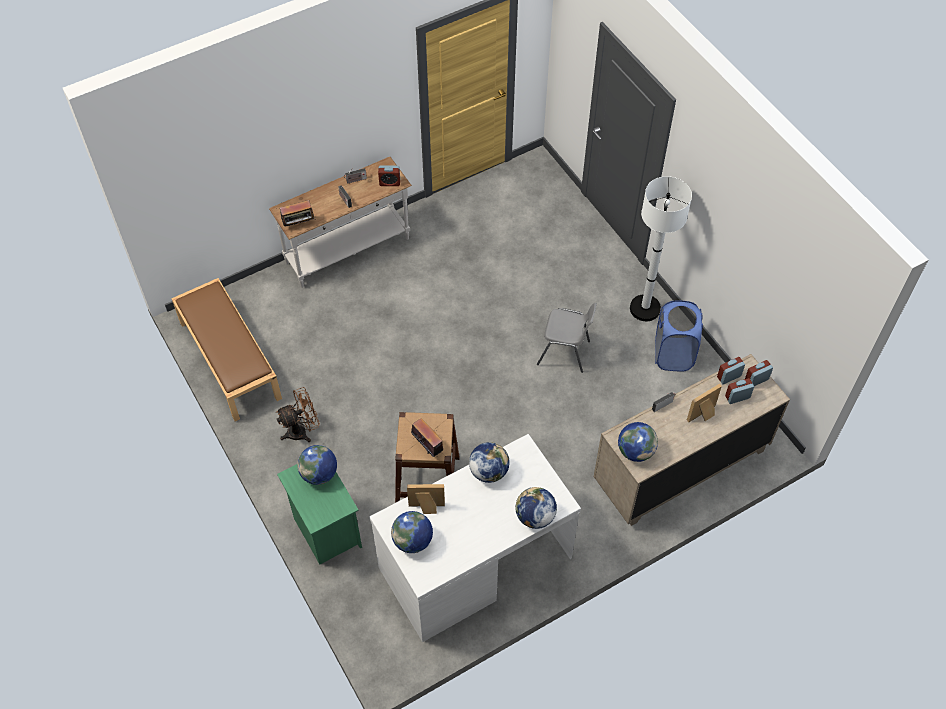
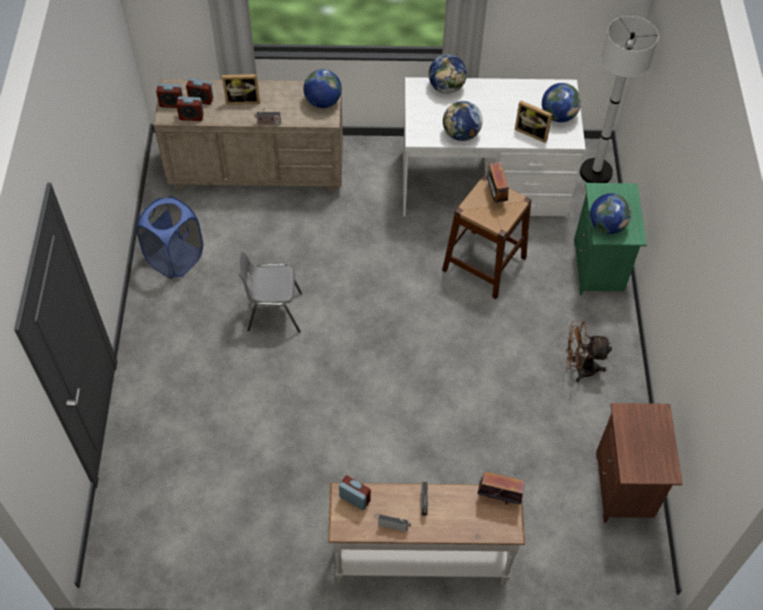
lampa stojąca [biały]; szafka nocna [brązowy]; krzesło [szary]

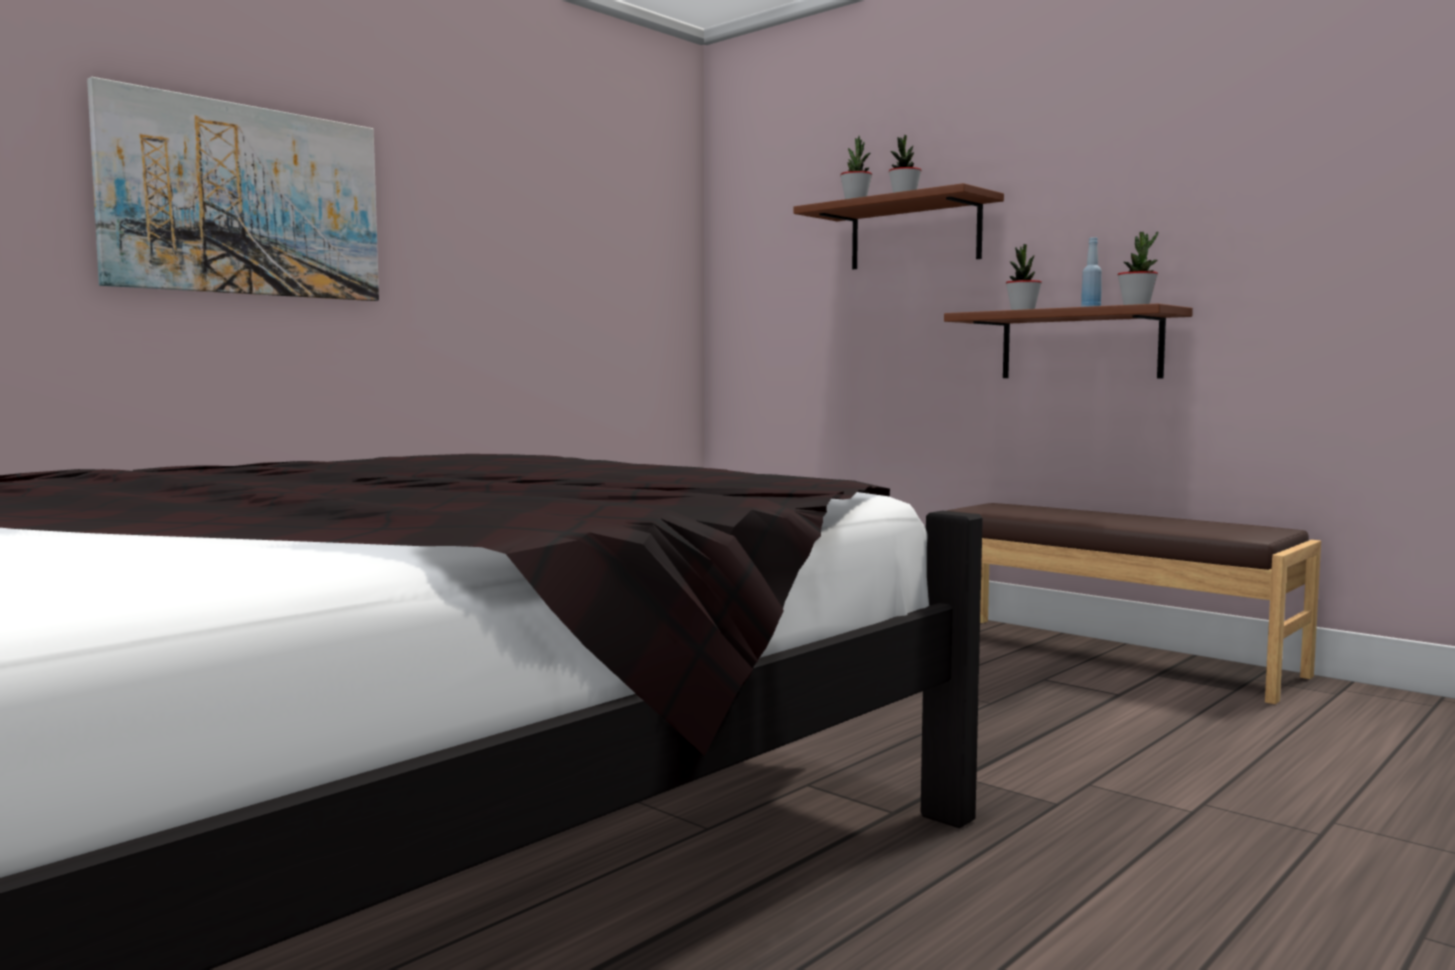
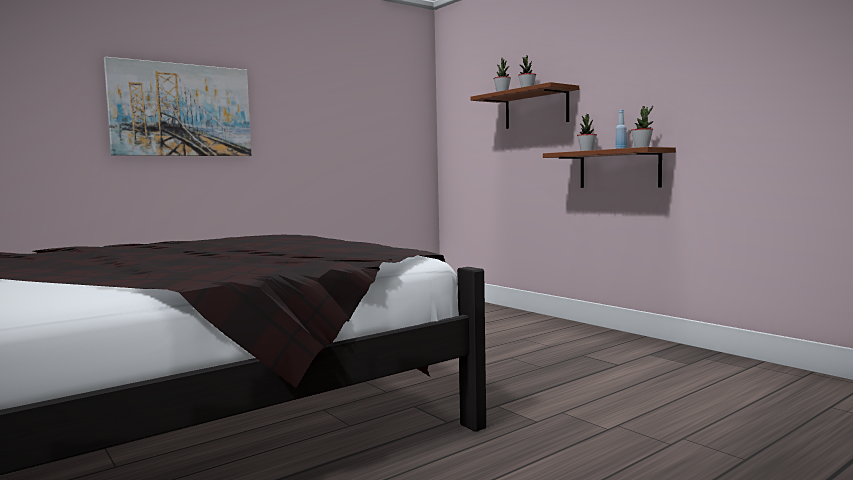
ławka [brązowy]

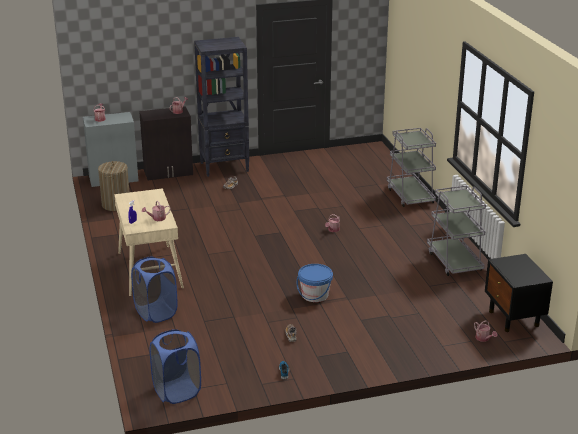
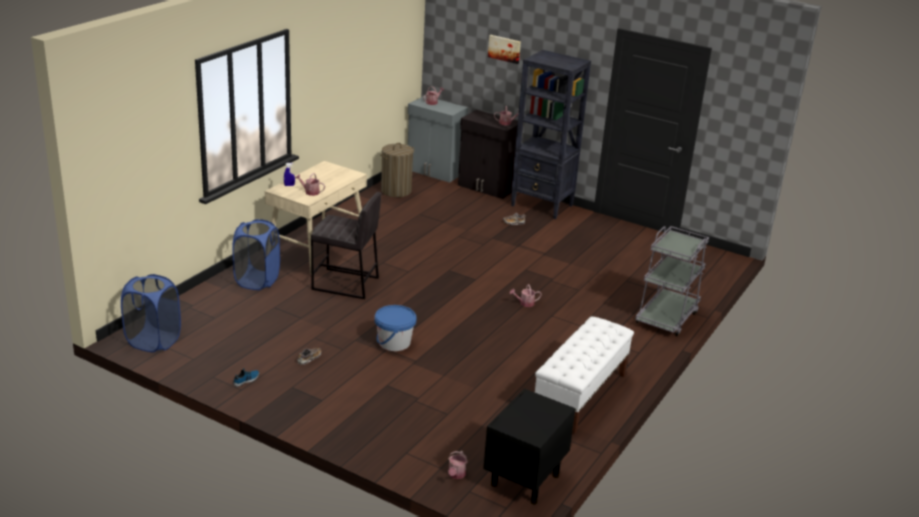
stołek [szary]; obraz; ławka [biały]

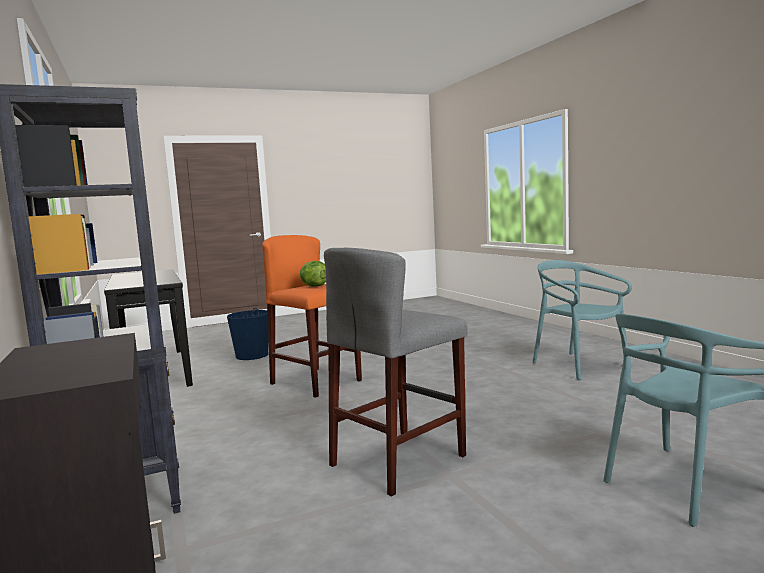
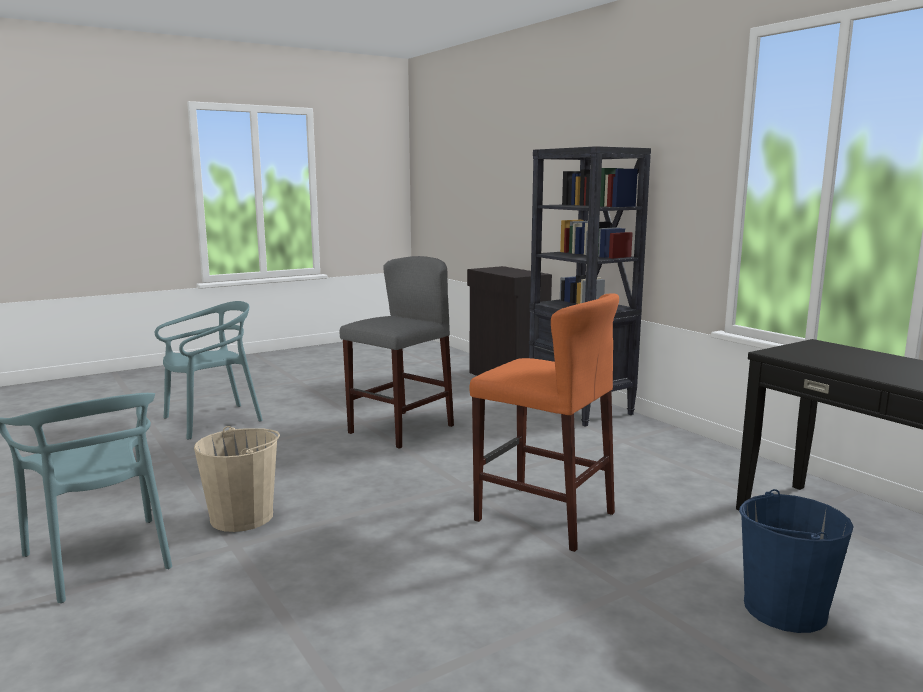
sałata; wiadro [beżowy]

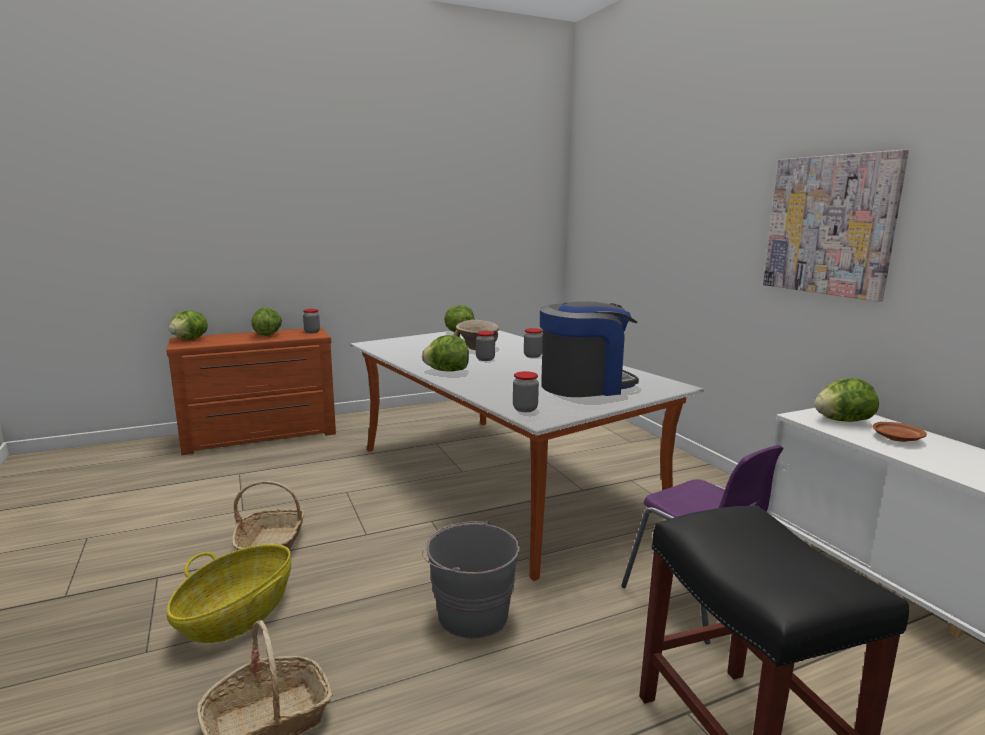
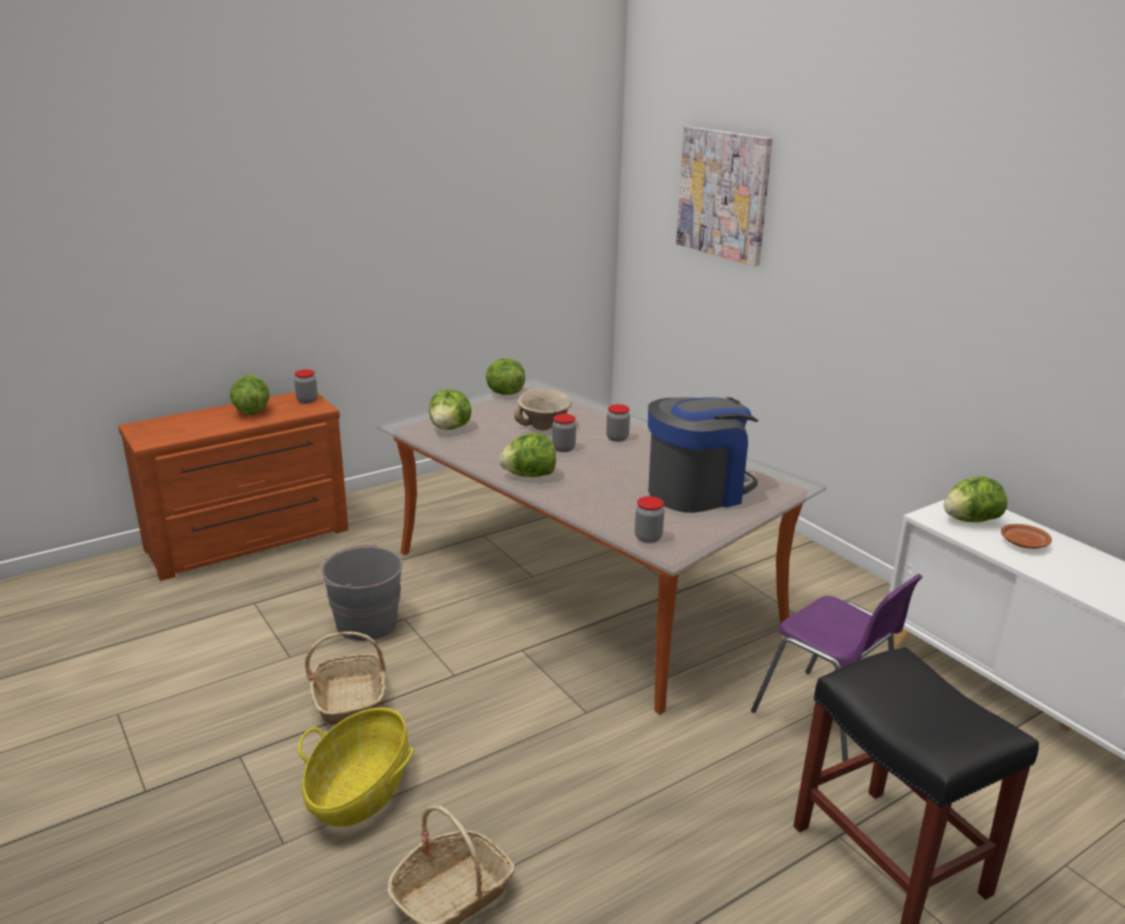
sałata (no. 2 from left); wiadro [szary]; obraz

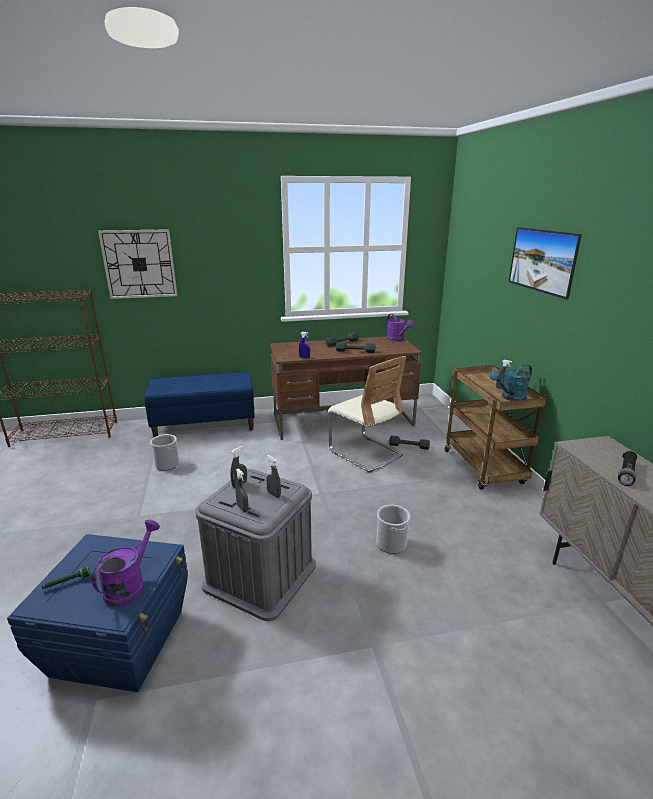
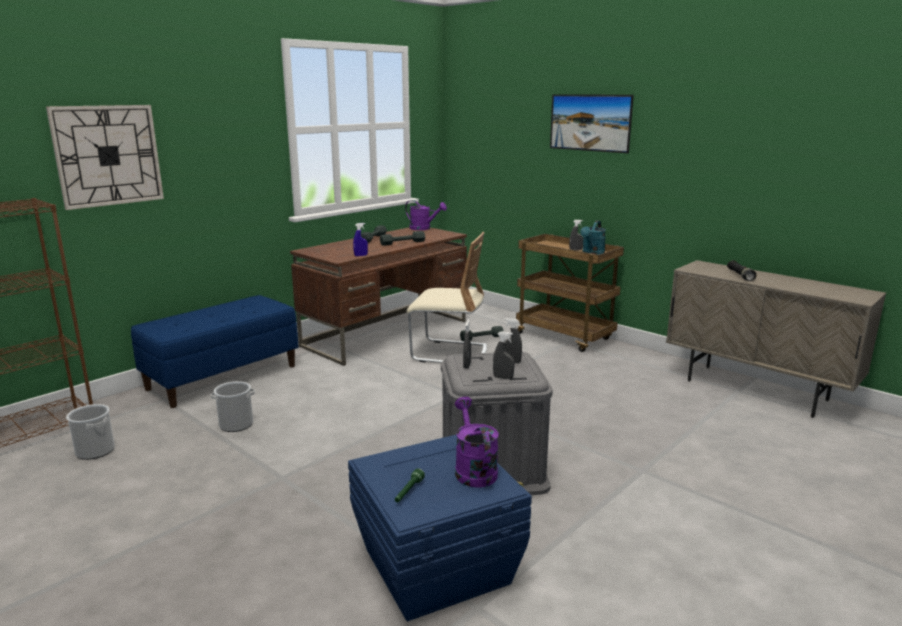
wiadro (no. 1 from left)

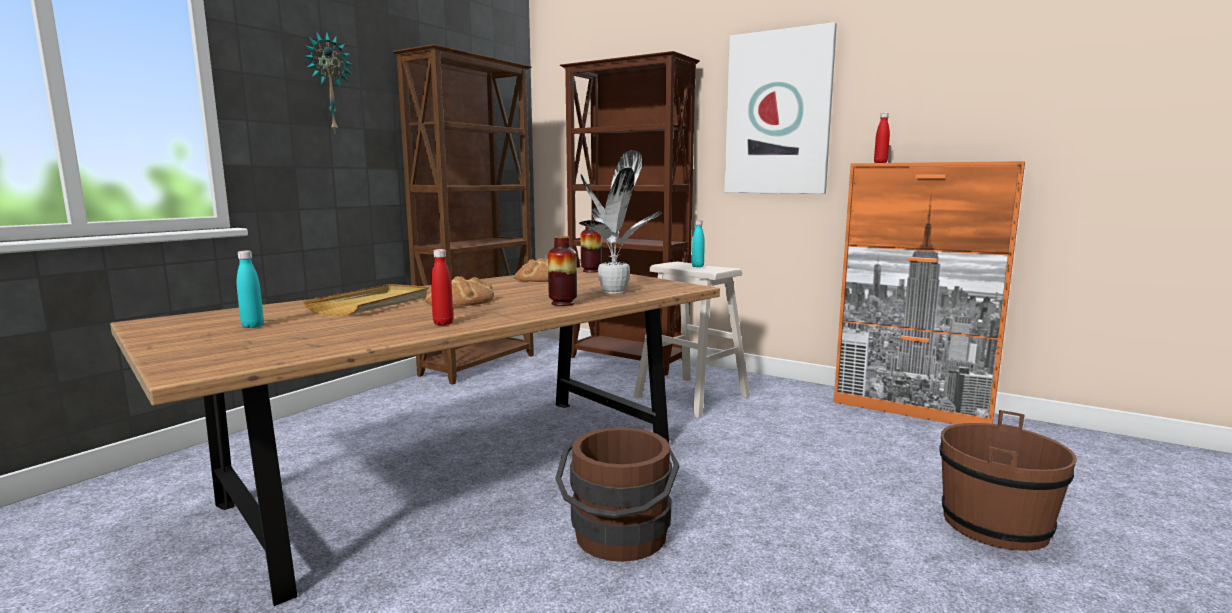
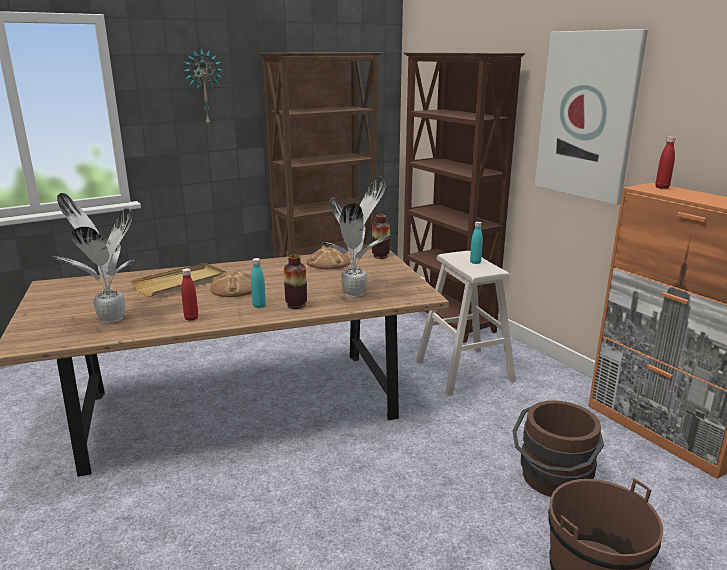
roślina doniczkowa (no. 1 from left); butelka [turkusowy] (no. 1 from left); wiadro [brązowy] (no. 1 from left)

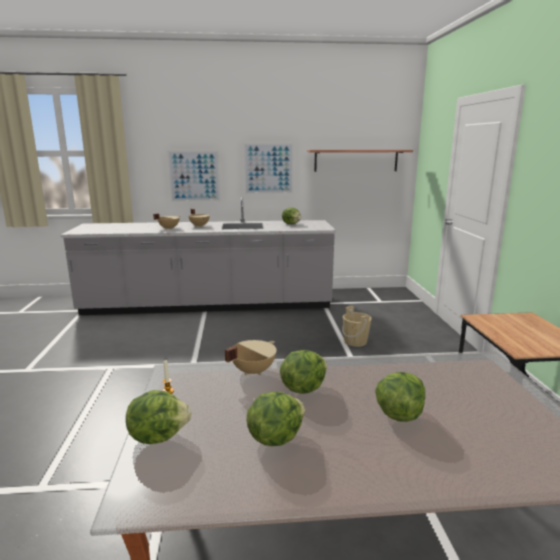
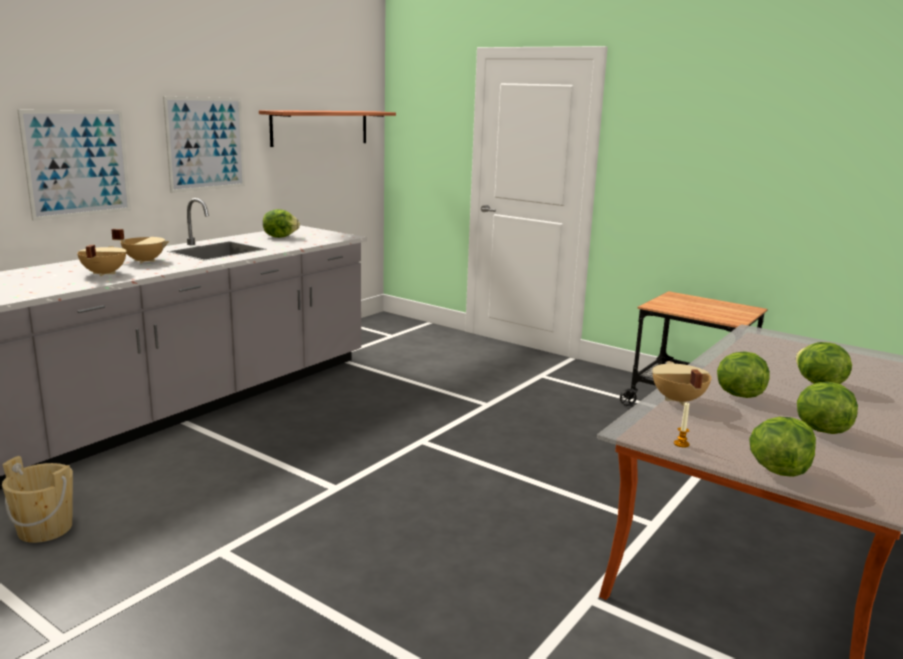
wiadro [beżowy]

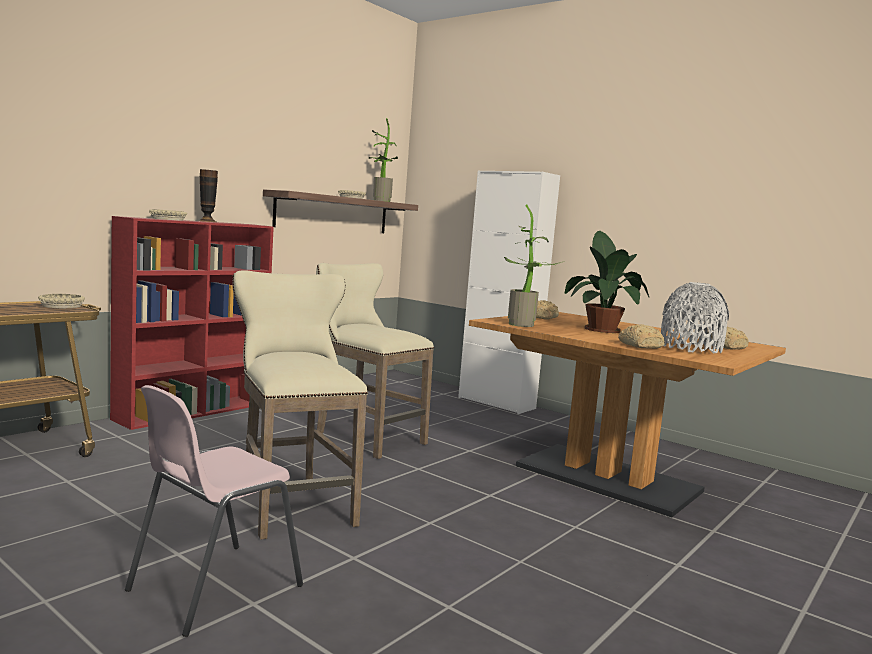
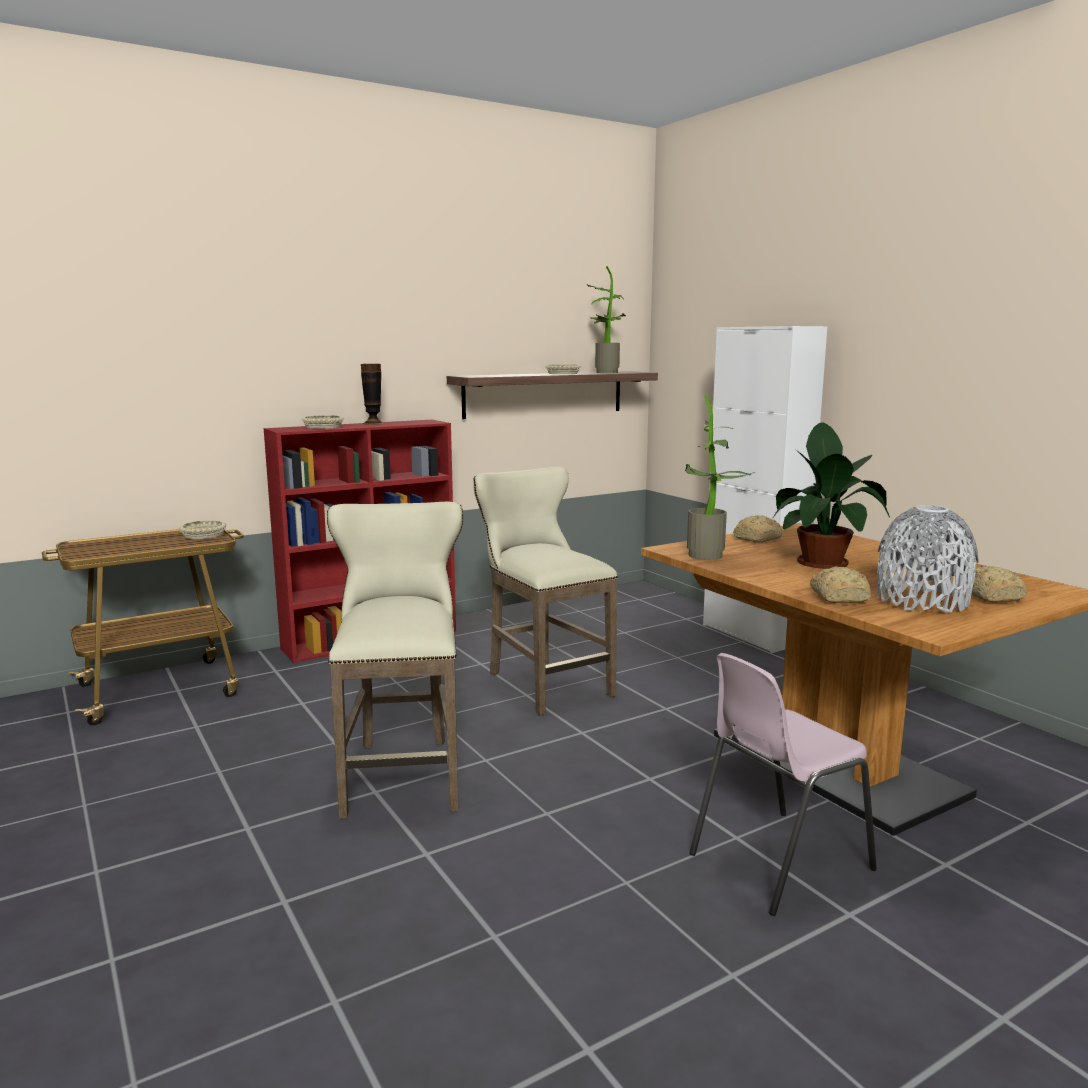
krzesło [różowy]

